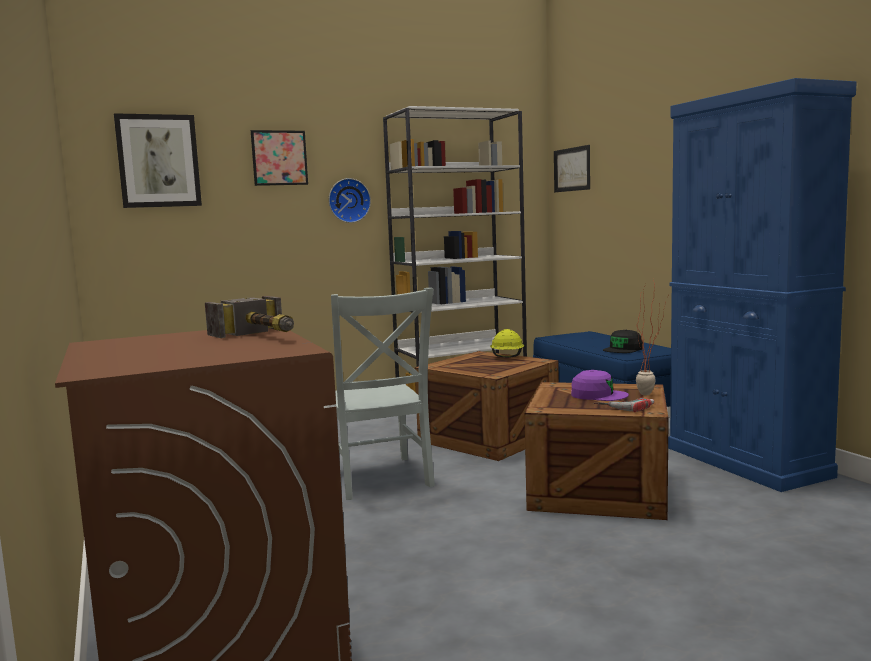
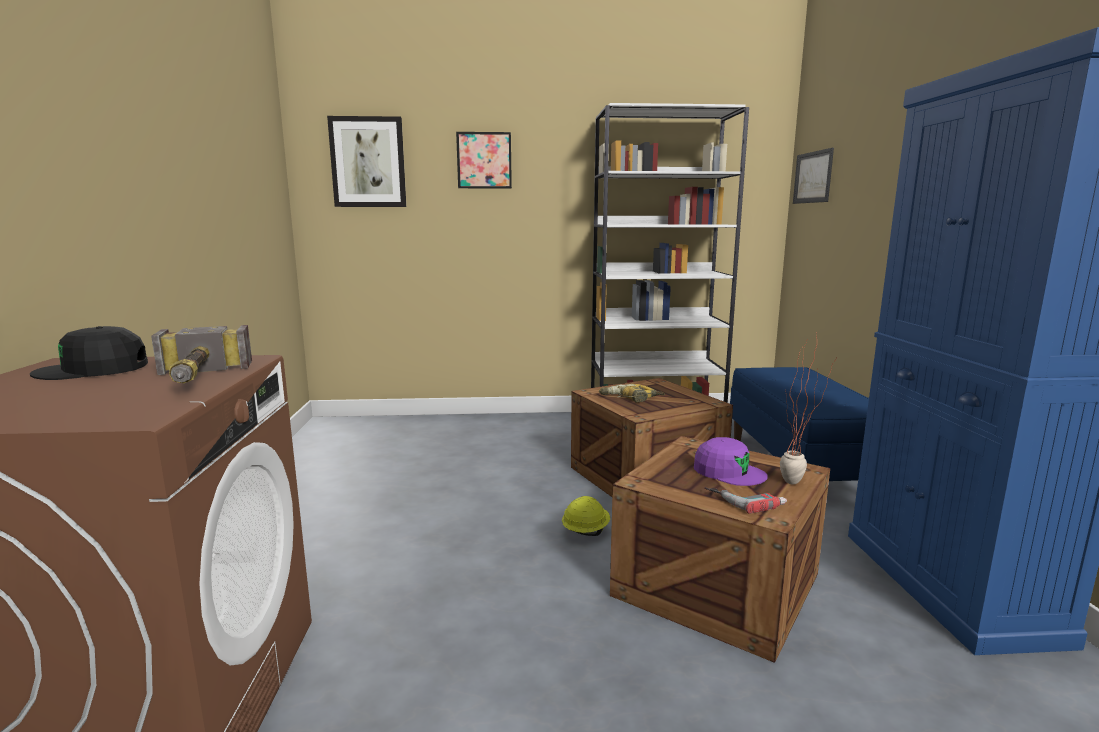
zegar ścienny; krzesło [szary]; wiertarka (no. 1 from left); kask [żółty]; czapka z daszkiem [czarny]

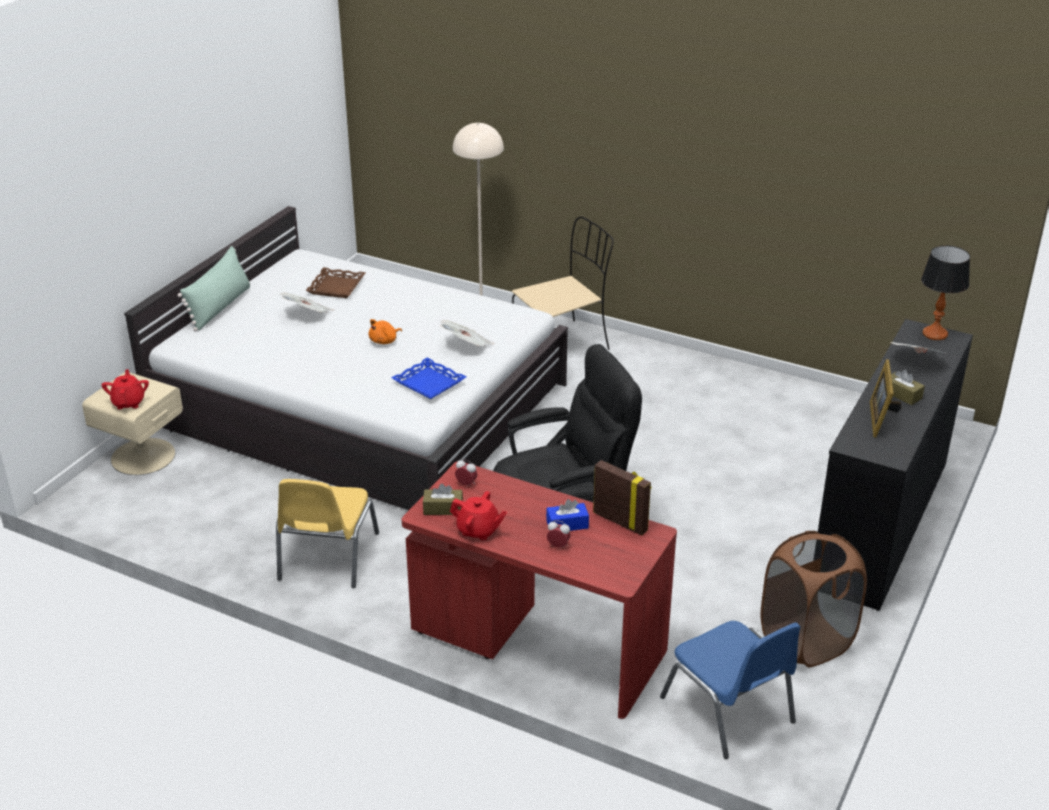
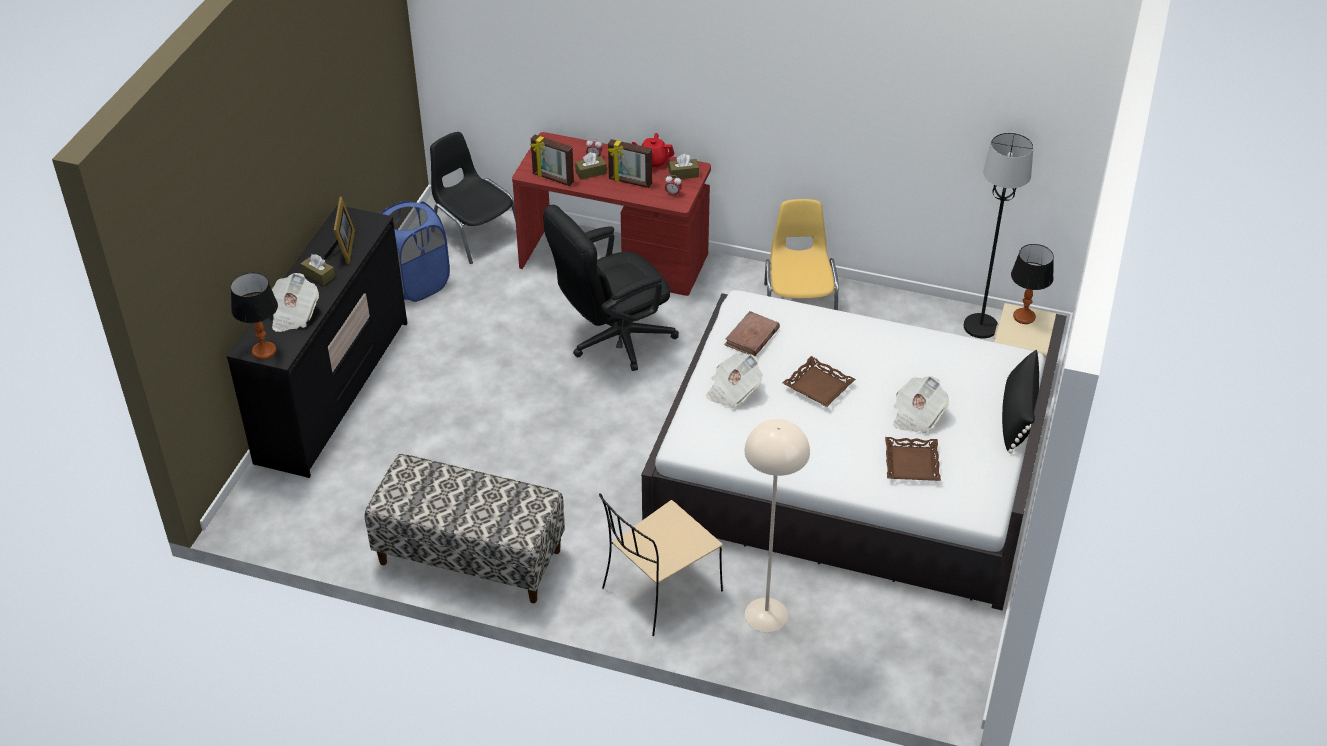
ławka; ramka na zdjęcie (no. 3 from left); lampa stojąca [czarny]; lampa stołowa (no. 2 from left); taca [brązowy] (no. 1 from left); książka [brązowy]; poduszka [czarny]; pudełko chusteczek [brązowy] (no. 2 from left); krzesło [czarny]; kosz na pranie [niebieski]

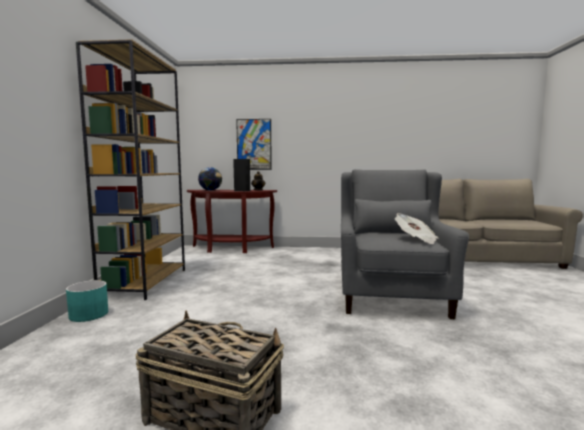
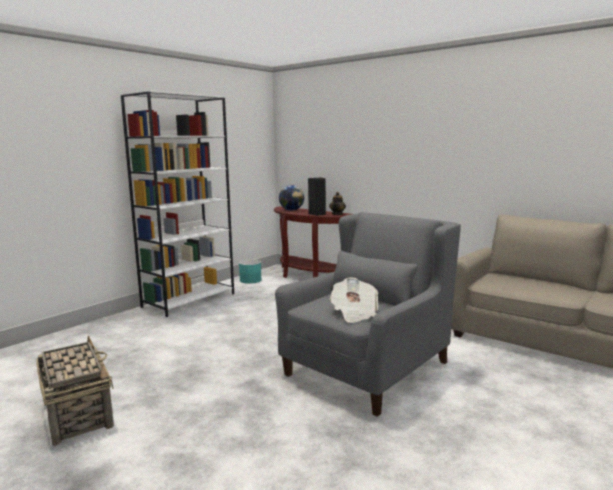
obraz; donica [turkusowy]; regał [biały]

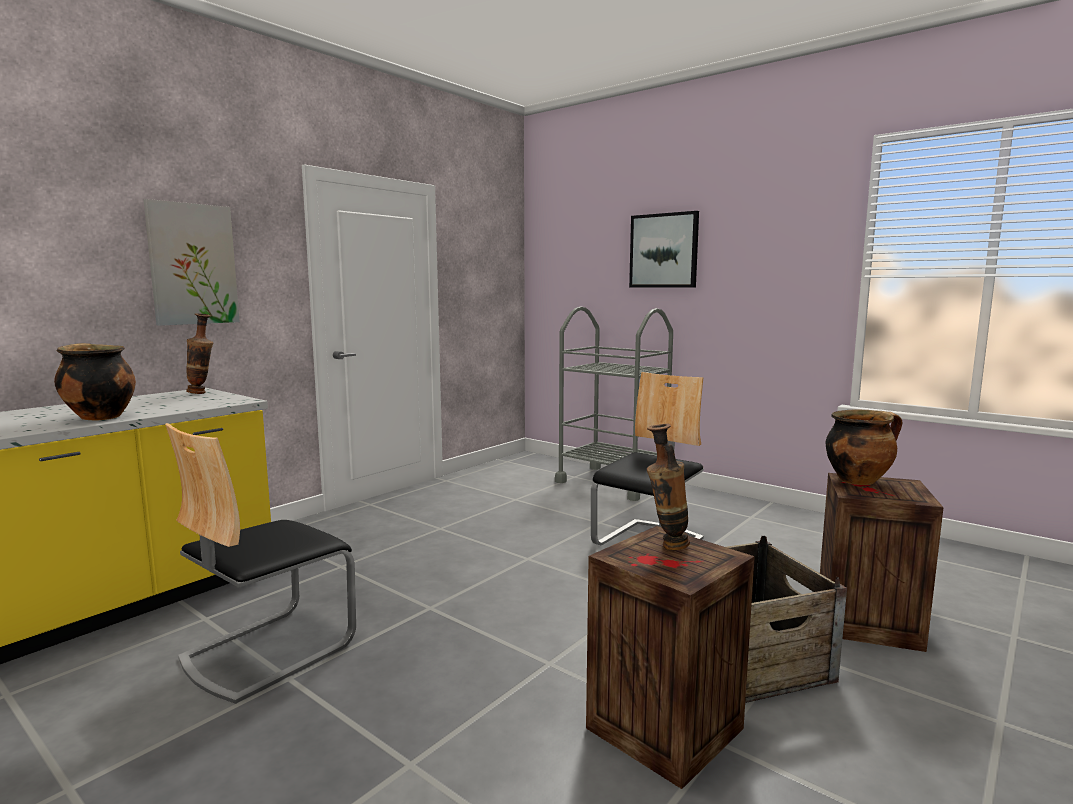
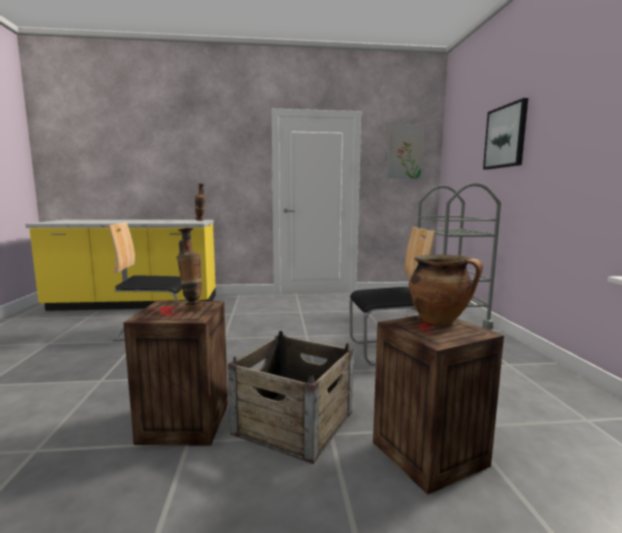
garnek (no. 1 from left in the first image); obraz (no. 1 from left)

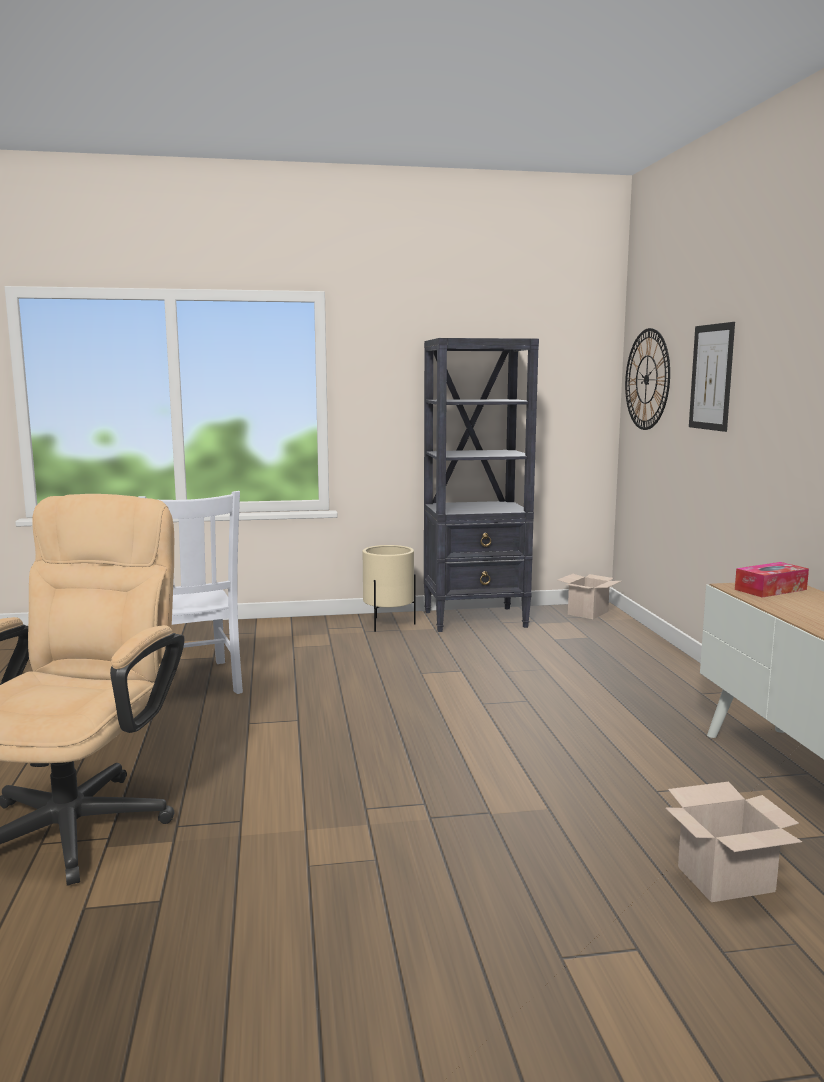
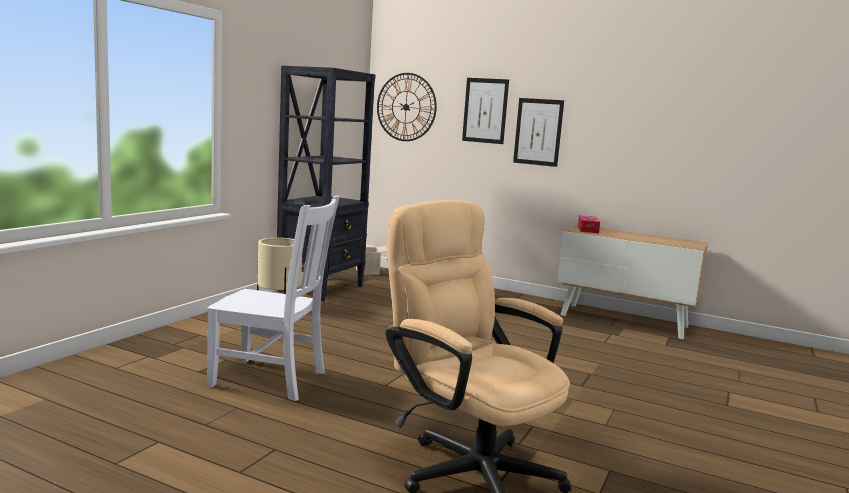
karton (no. 2 from left in the first image); obraz (no. 2 from left)

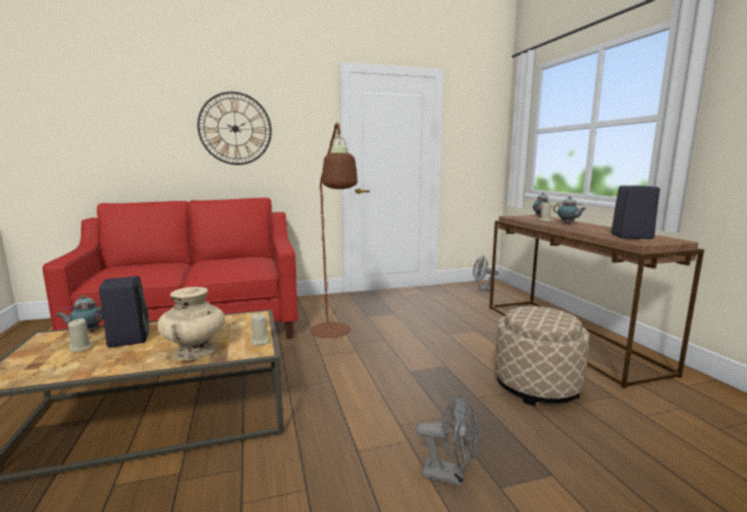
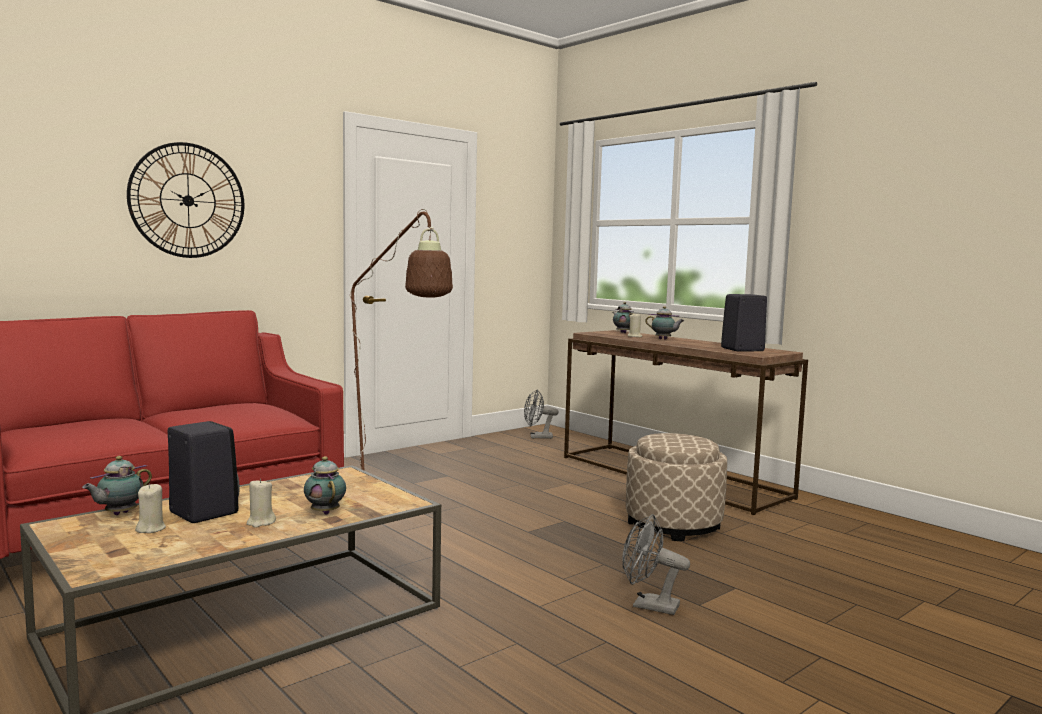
świeca [beżowy] (no. 2 from left); imbryk (no. 2 from left); wentylator [szary] (no. 2 from left)

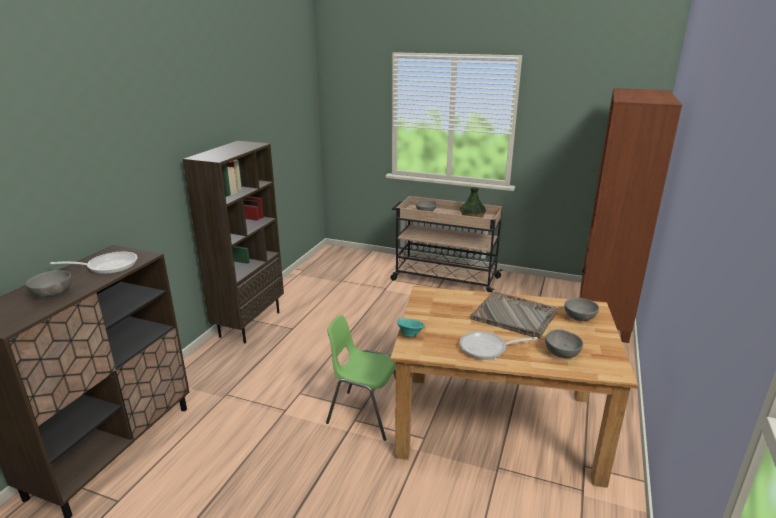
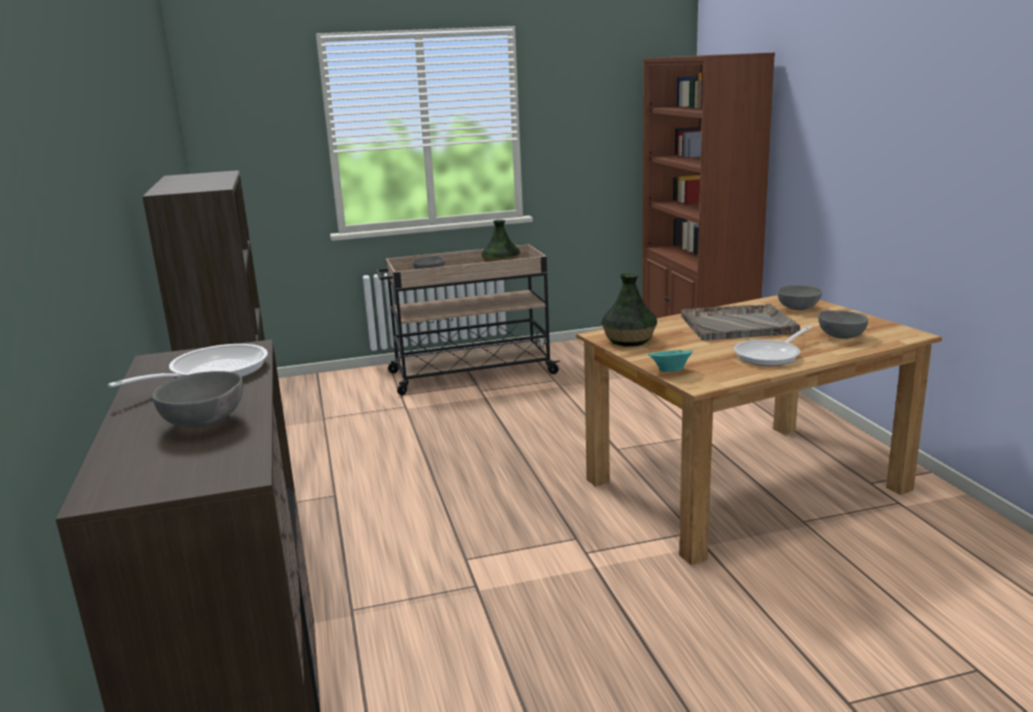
krzesło [zielony]; wazon (no. 2 from left)

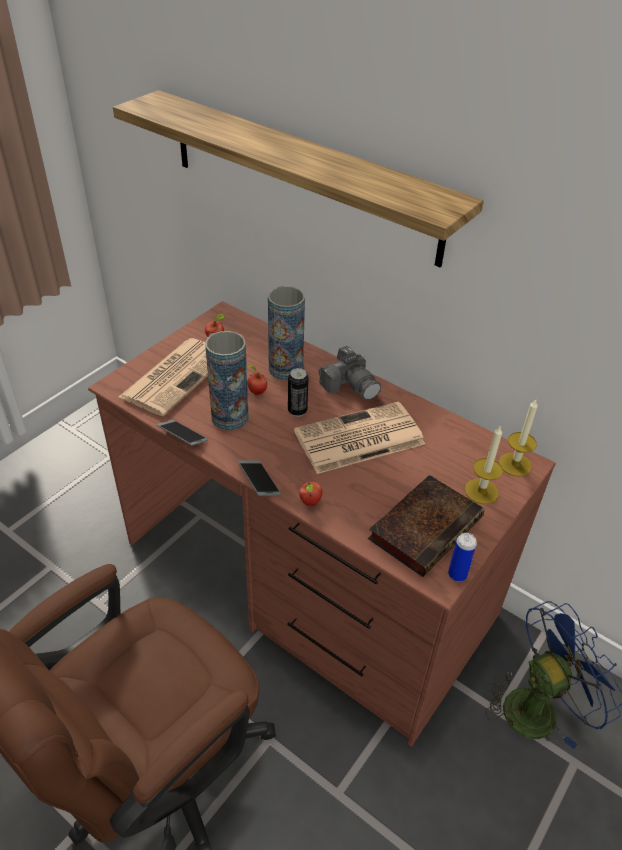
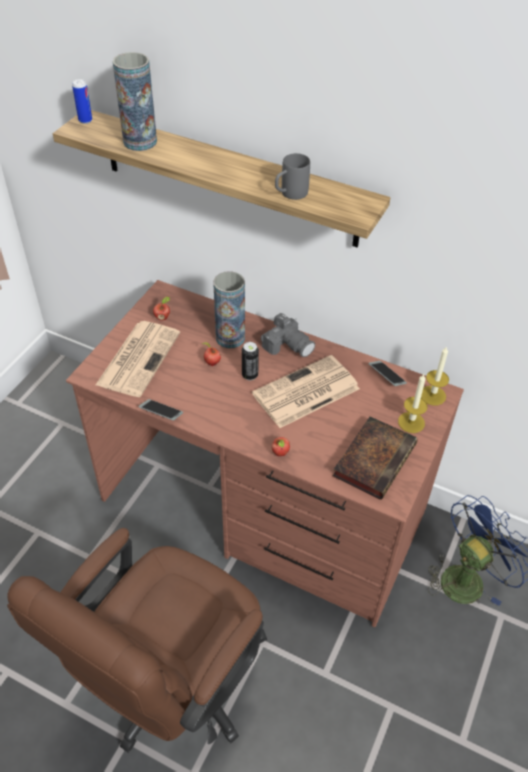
kubek [szary]; wazon (no. 1 from left); telefon (no. 2 from left); puszka (no. 1 from left)

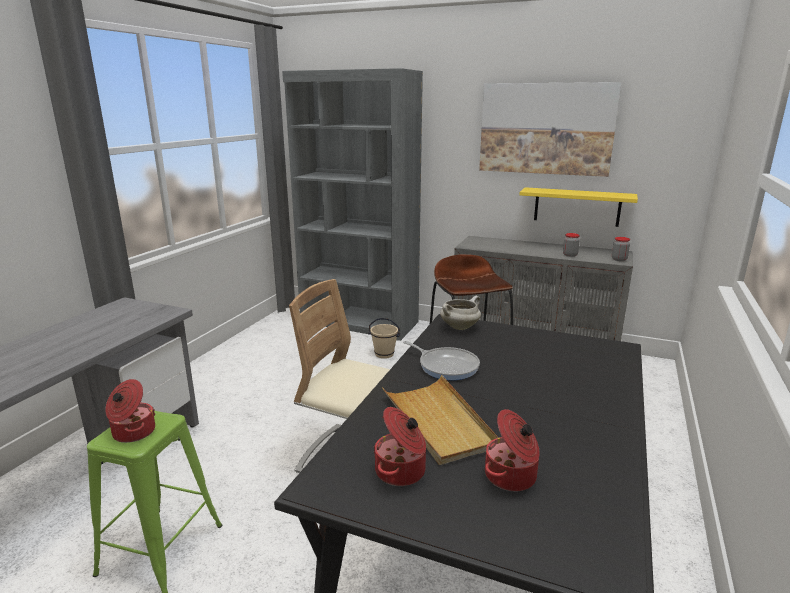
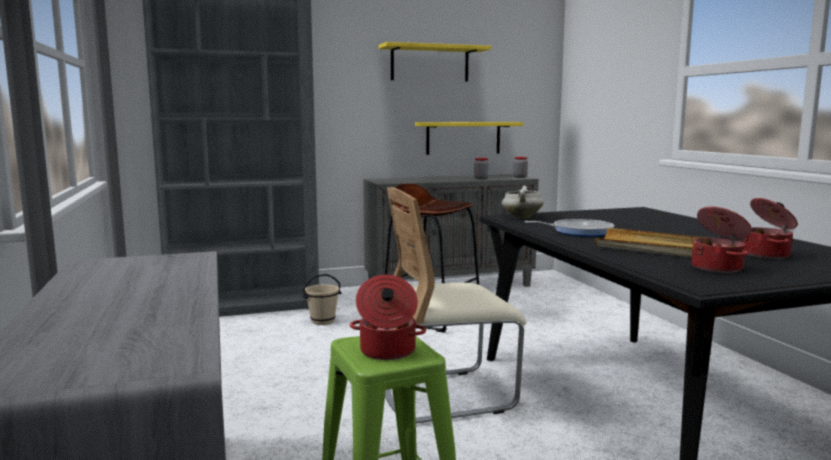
półka [żółty] (no. 1 from left)

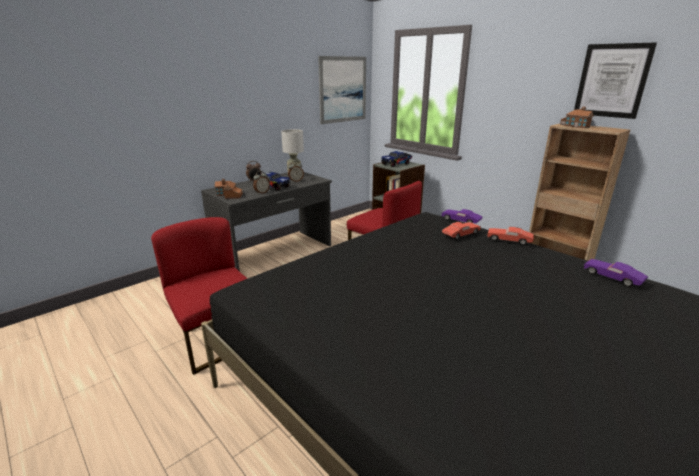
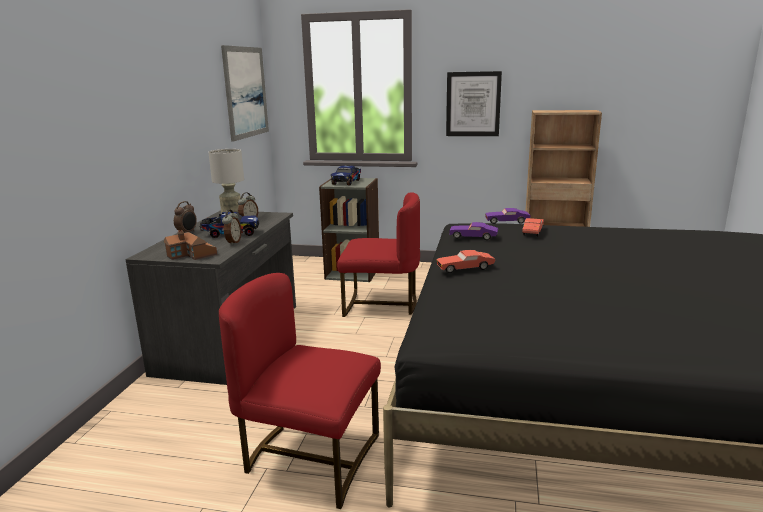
domek (no. 2 from left in the first image); samochodzik [czerwony] (no. 1 from left); obraz (no. 2 from left); samochodzik [fioletowy] (no. 1 from left)

